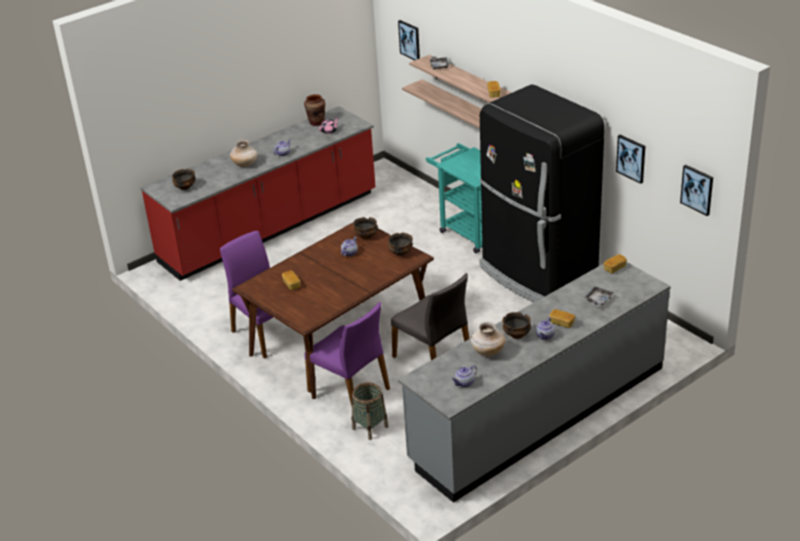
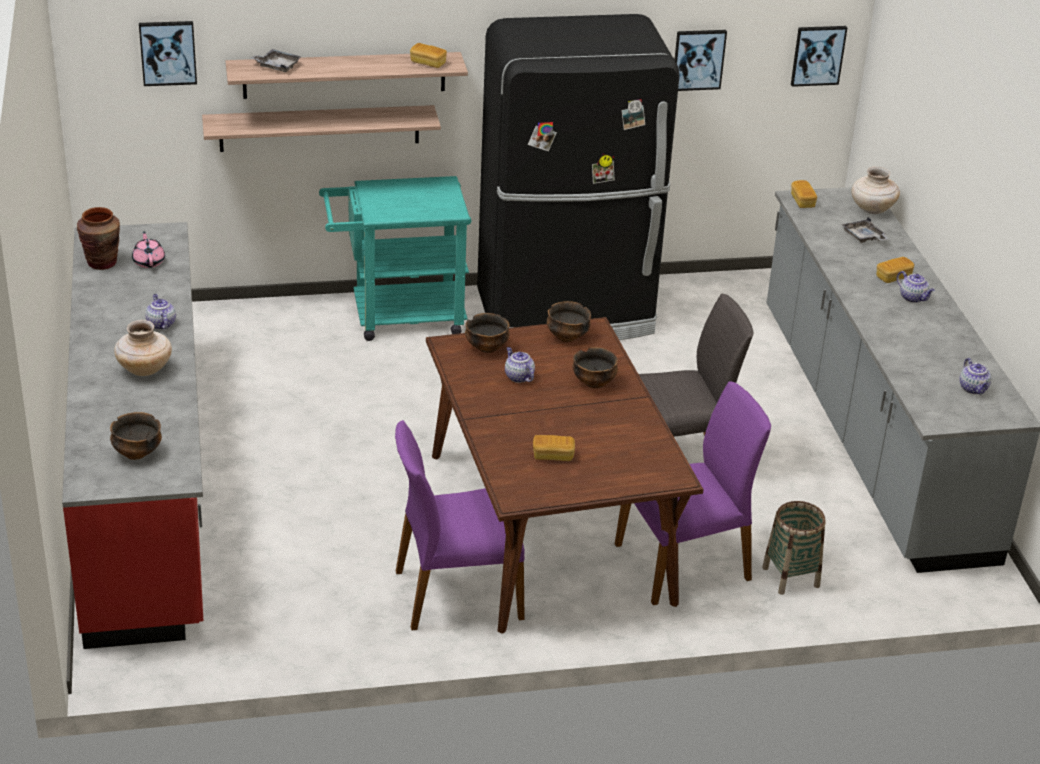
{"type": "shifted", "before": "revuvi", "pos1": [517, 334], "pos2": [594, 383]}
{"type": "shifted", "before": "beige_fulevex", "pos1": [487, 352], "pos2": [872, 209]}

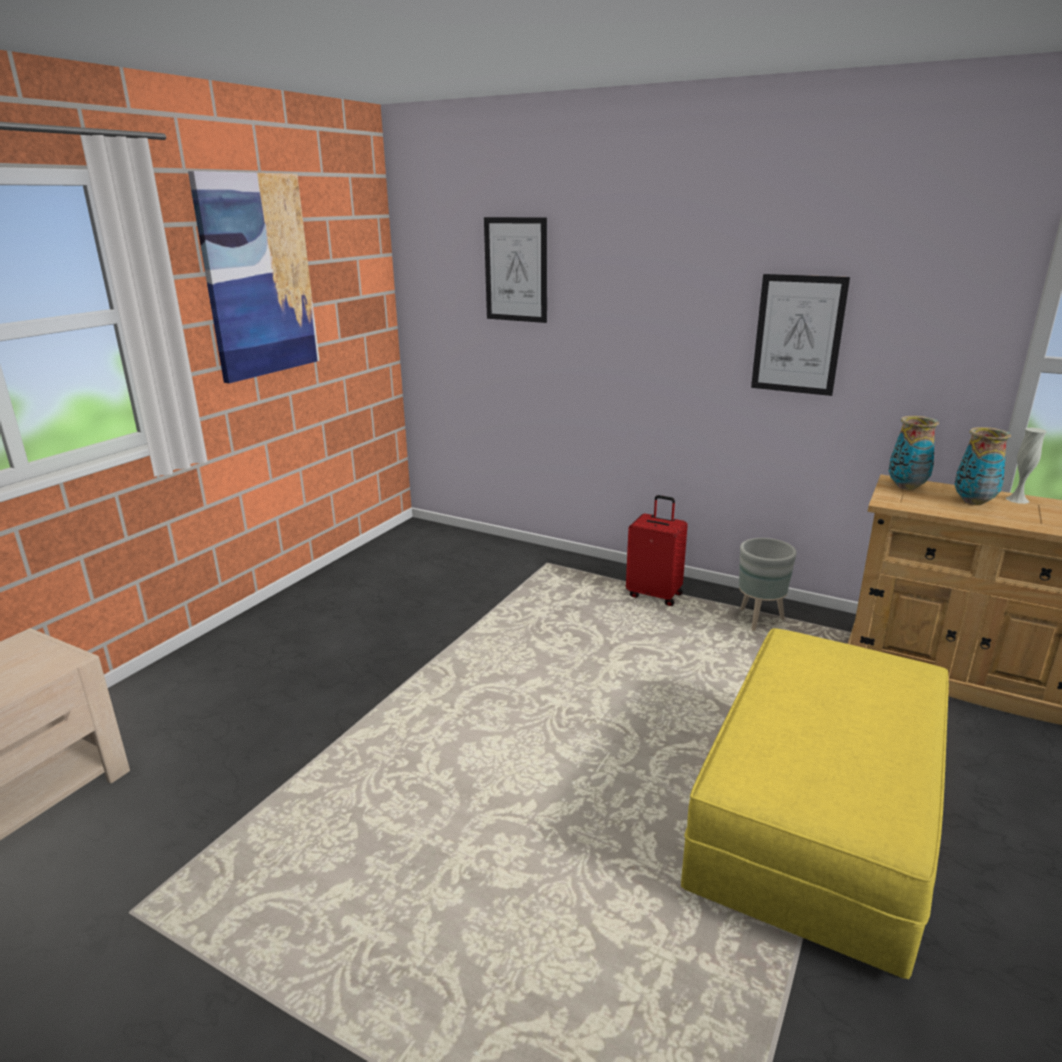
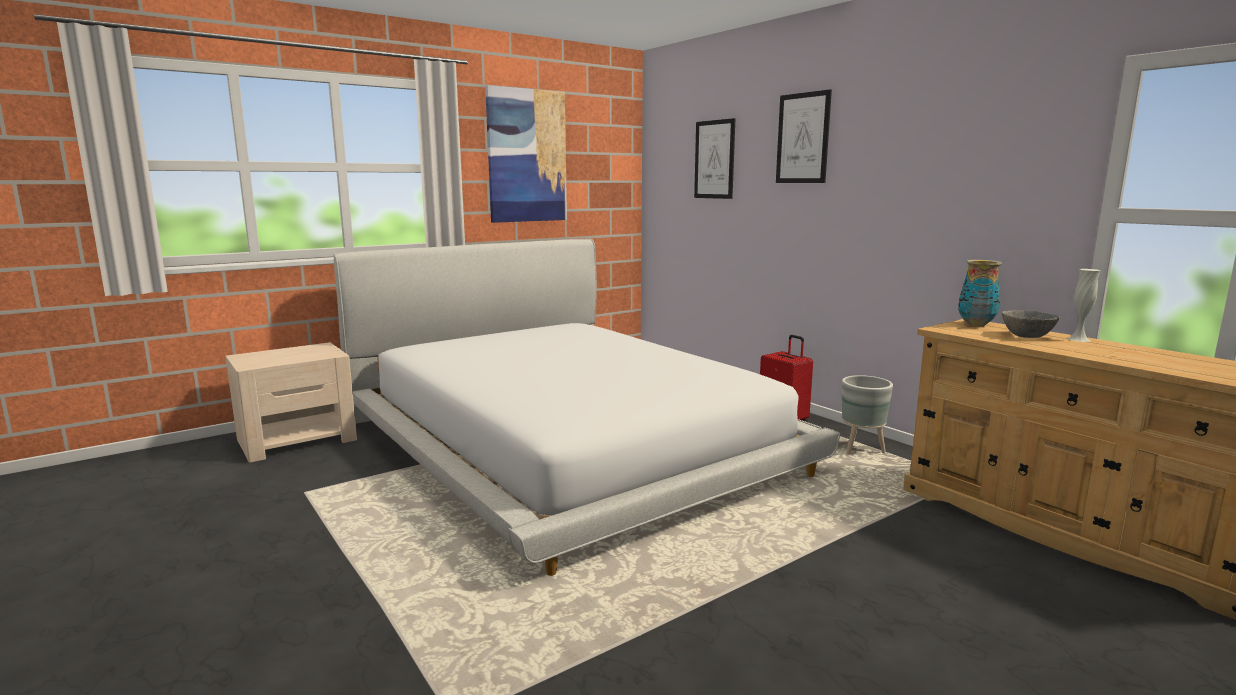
{"type": "shifted", "before": "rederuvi", "pos1": [798, 335], "pos2": [803, 138]}
{"type": "swapped", "before": "fulevex", "after": "grey_revuvi", "pos1": [973, 502], "pos2": [1027, 336]}
{"type": "gone", "before": "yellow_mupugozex", "pos1": [816, 821]}
{"type": "new", "after": "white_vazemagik", "pos2": [565, 443]}

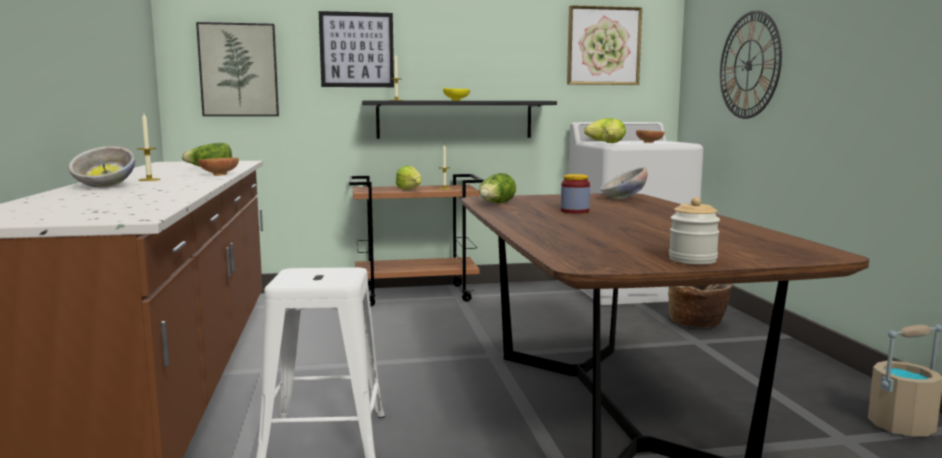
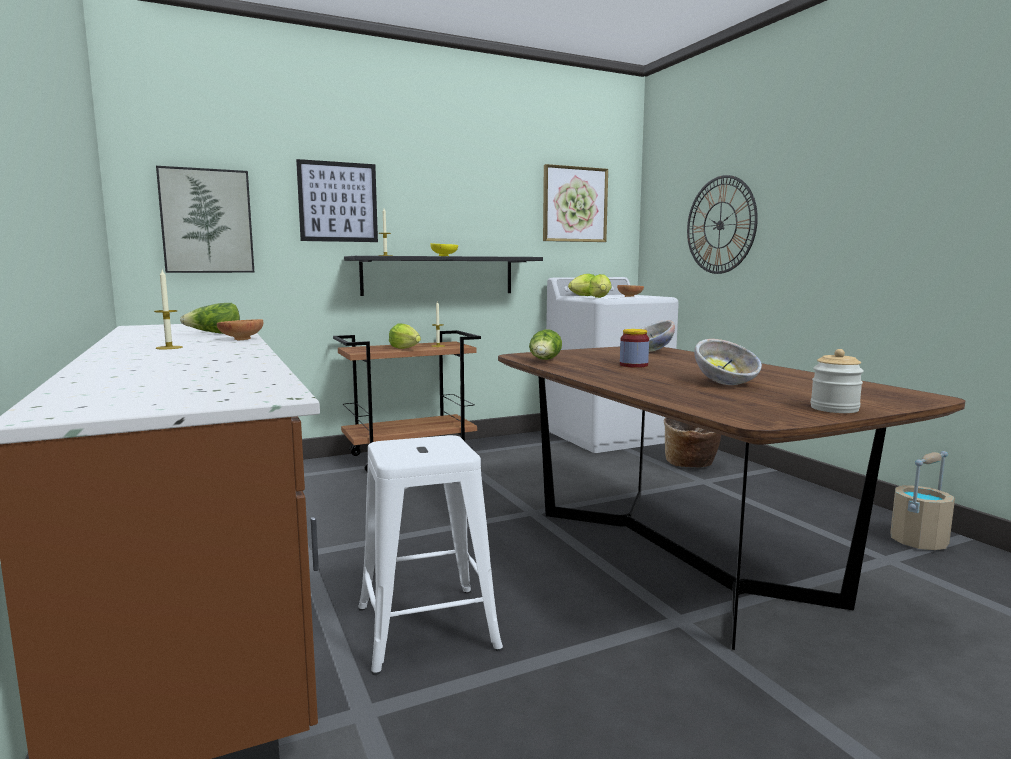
{"type": "shifted", "before": "revuvi", "pos1": [105, 187], "pos2": [726, 383]}

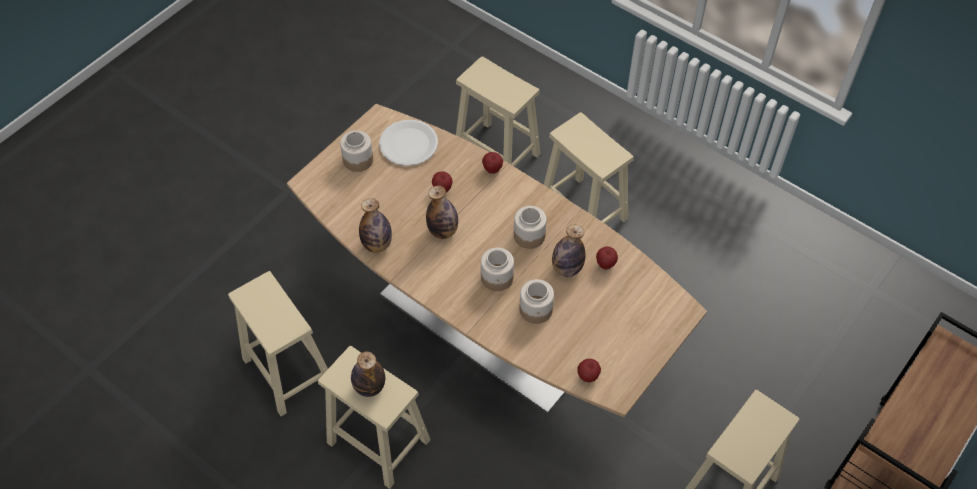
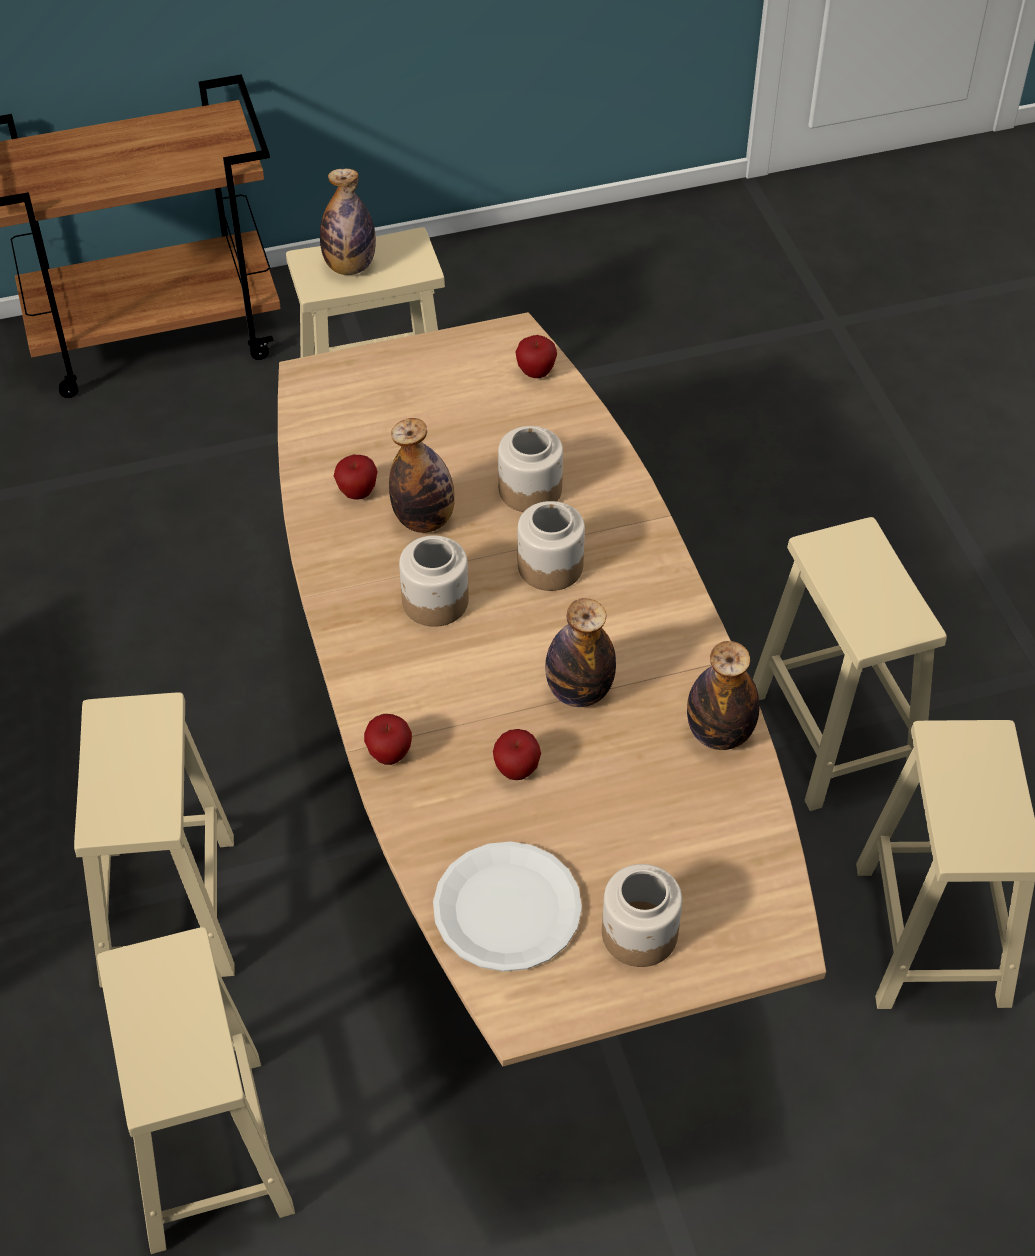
{"type": "shifted", "before": "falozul", "pos1": [369, 387], "pos2": [350, 266]}

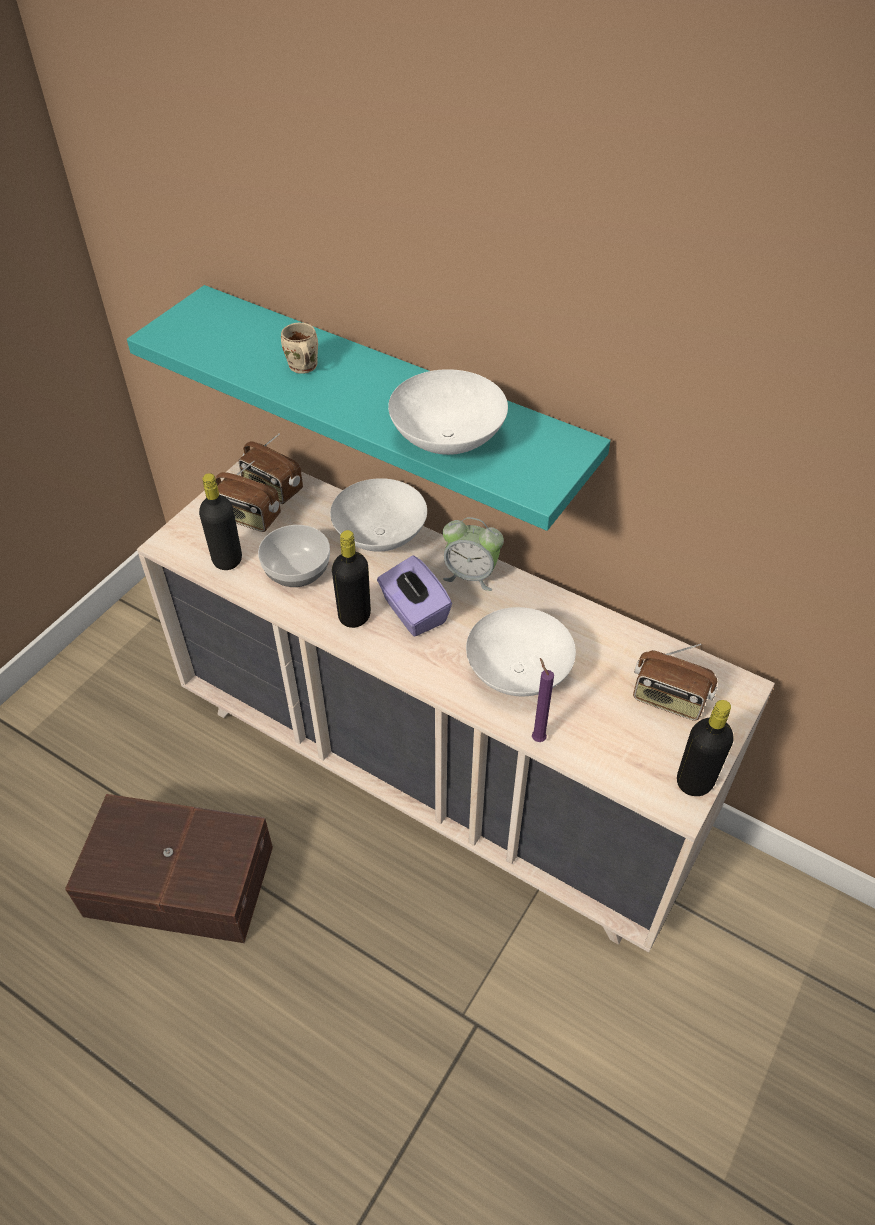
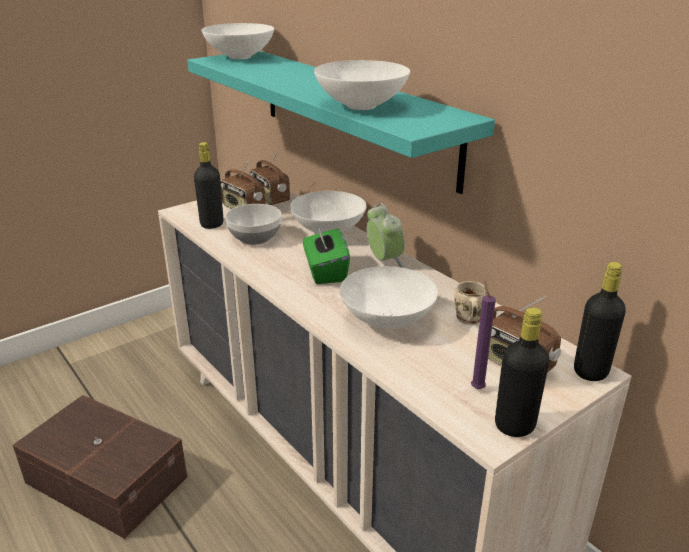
{"type": "shifted", "before": "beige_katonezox", "pos1": [302, 368], "pos2": [467, 320]}
{"type": "rotated", "before": "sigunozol", "pos1": [471, 575], "pos2": [384, 261], "turn": -150}
{"type": "shifted", "before": "black_falozul", "pos1": [354, 616], "pos2": [590, 371]}
{"type": "repainted", "before": "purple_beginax", "after": "green_beginax", "pos1": [413, 612], "pos2": [325, 272]}
{"type": "shifted", "before": "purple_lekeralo", "pos1": [537, 737], "pos2": [476, 387]}
{"type": "new", "after": "white_revuvi", "pos2": [239, 57]}

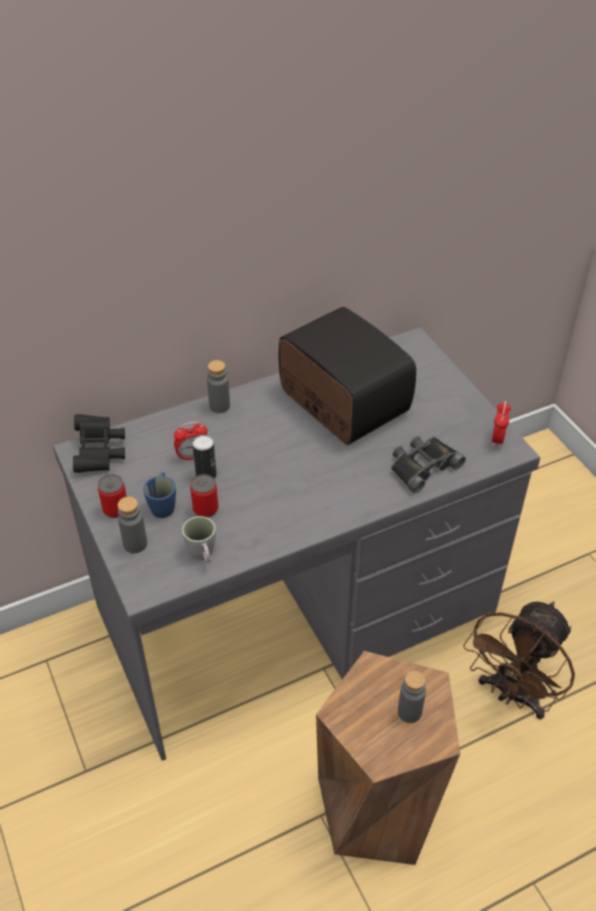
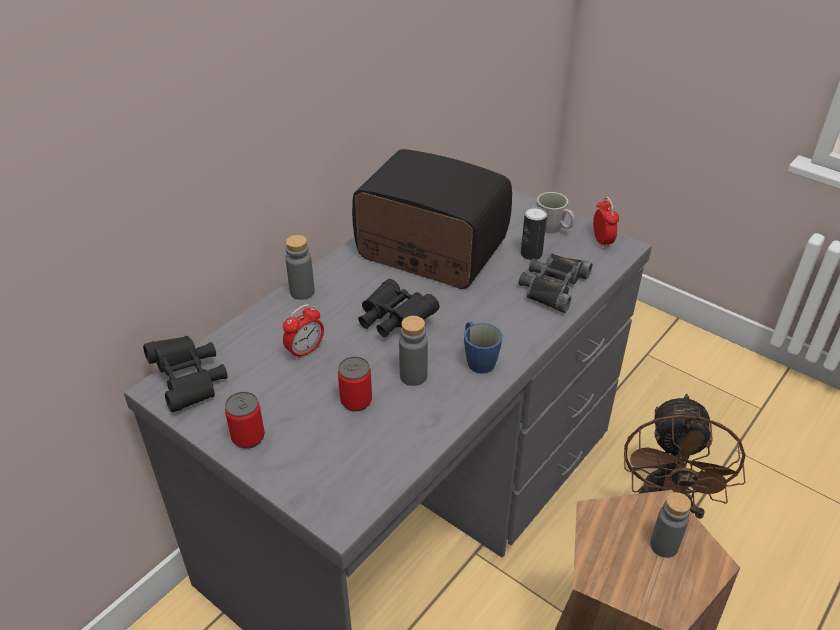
{"type": "shifted", "before": "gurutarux", "pos1": [206, 475], "pos2": [531, 254]}
{"type": "shifted", "before": "blue_katonezox", "pos1": [163, 504], "pos2": [477, 359]}
{"type": "shifted", "before": "grey_falozul", "pos1": [135, 544], "pos2": [413, 376]}
{"type": "shifted", "before": "grey_katonezox", "pos1": [203, 555], "pos2": [554, 229]}
{"type": "new", "after": "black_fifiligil", "pos2": [394, 320]}

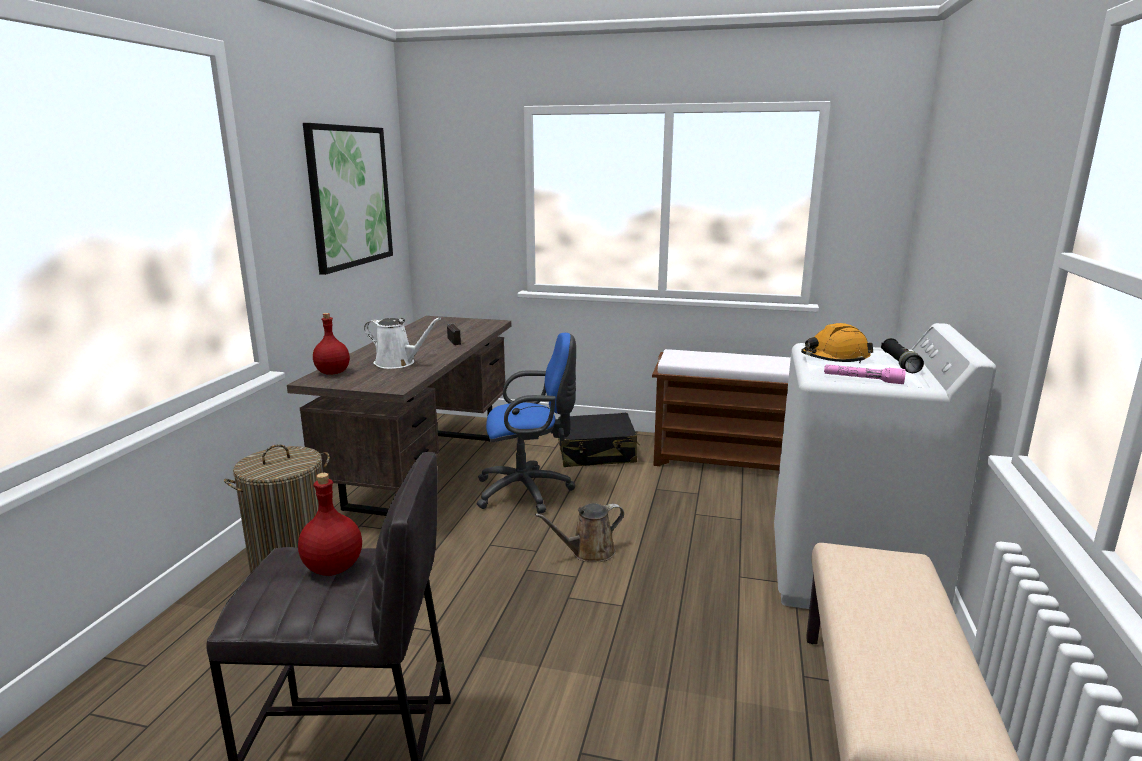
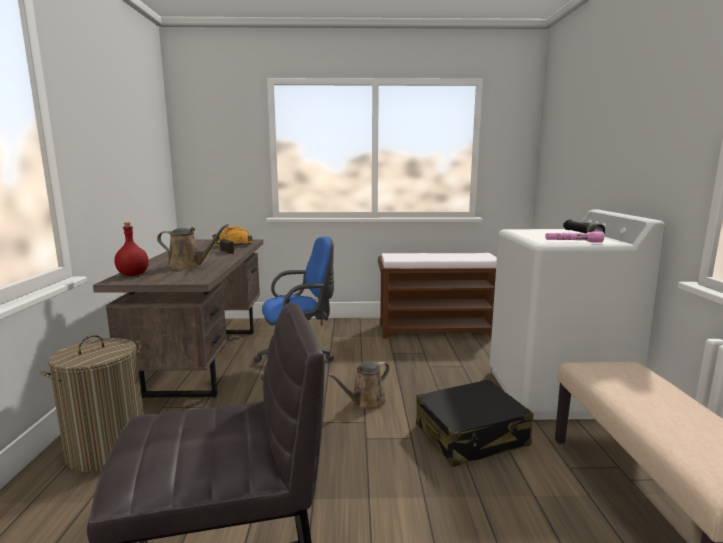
{"type": "gone", "before": "rederuvi", "pos1": [350, 196]}
{"type": "repainted", "before": "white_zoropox", "after": "brown_zoropox", "pos1": [398, 363], "pos2": [189, 266]}
{"type": "shifted", "before": "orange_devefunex", "pos1": [835, 359], "pos2": [233, 245]}
{"type": "shifted", "before": "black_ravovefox", "pos1": [596, 453], "pos2": [471, 436]}
{"type": "gone", "before": "red_falozul", "pos1": [333, 568]}

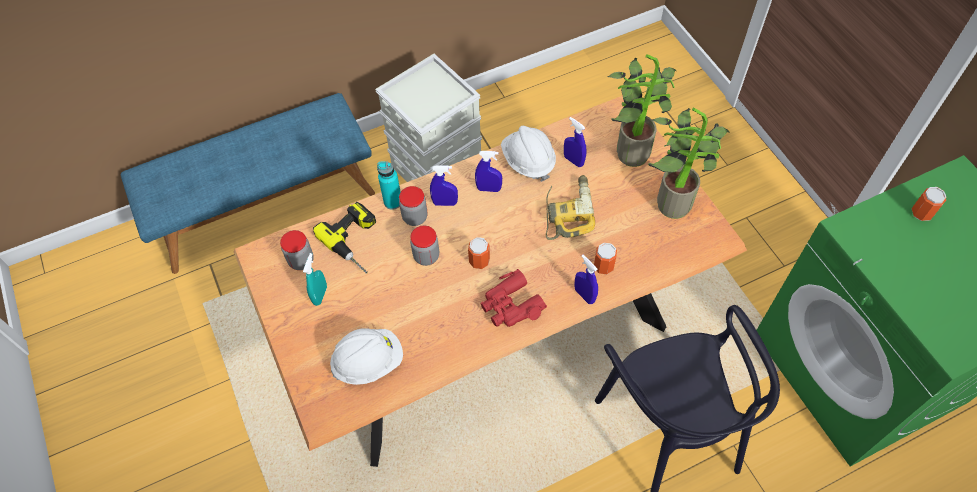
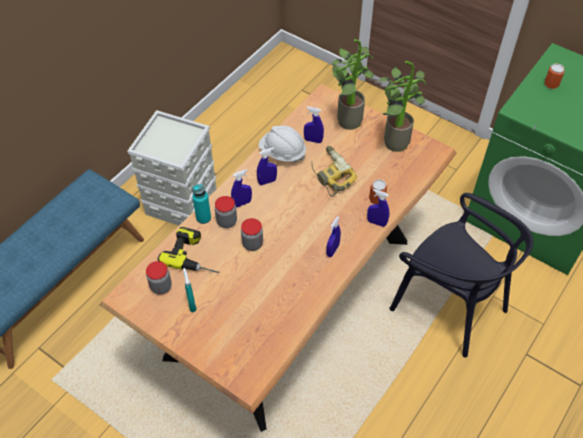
{"type": "gone", "before": "gurutarux", "pos1": [479, 261]}
{"type": "swapped", "before": "red_fifiligil", "after": "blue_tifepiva", "pos1": [511, 305], "pos2": [332, 250]}
{"type": "gone", "before": "white_devefunex", "pos1": [368, 362]}

